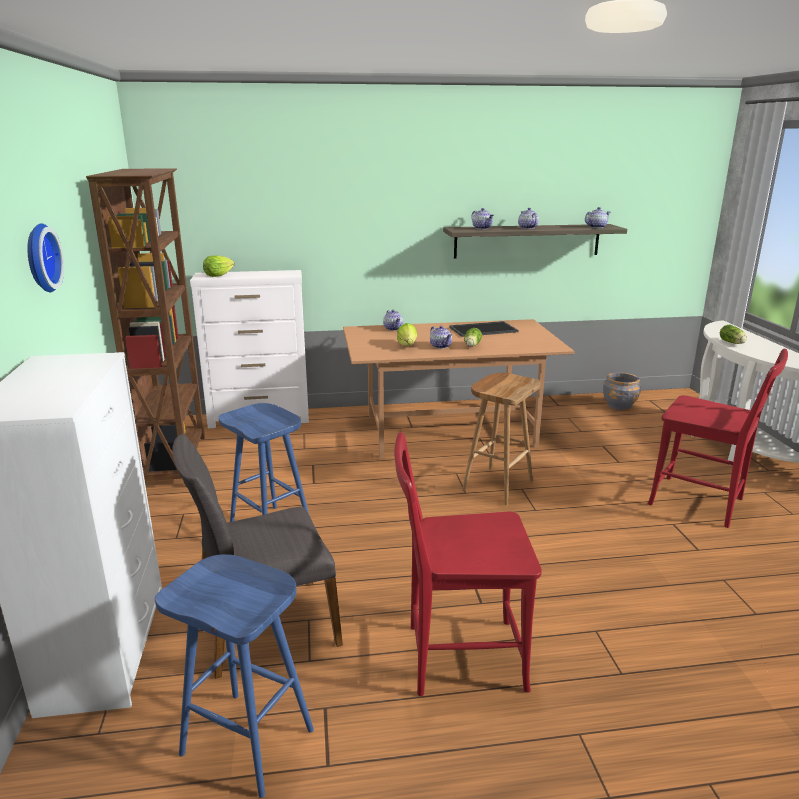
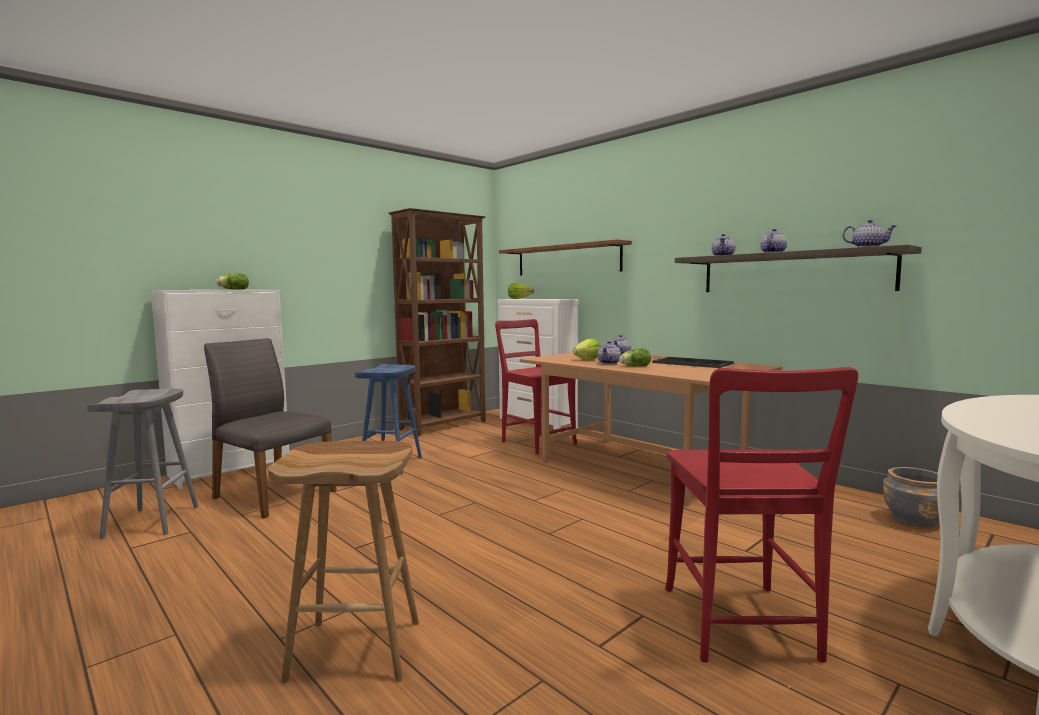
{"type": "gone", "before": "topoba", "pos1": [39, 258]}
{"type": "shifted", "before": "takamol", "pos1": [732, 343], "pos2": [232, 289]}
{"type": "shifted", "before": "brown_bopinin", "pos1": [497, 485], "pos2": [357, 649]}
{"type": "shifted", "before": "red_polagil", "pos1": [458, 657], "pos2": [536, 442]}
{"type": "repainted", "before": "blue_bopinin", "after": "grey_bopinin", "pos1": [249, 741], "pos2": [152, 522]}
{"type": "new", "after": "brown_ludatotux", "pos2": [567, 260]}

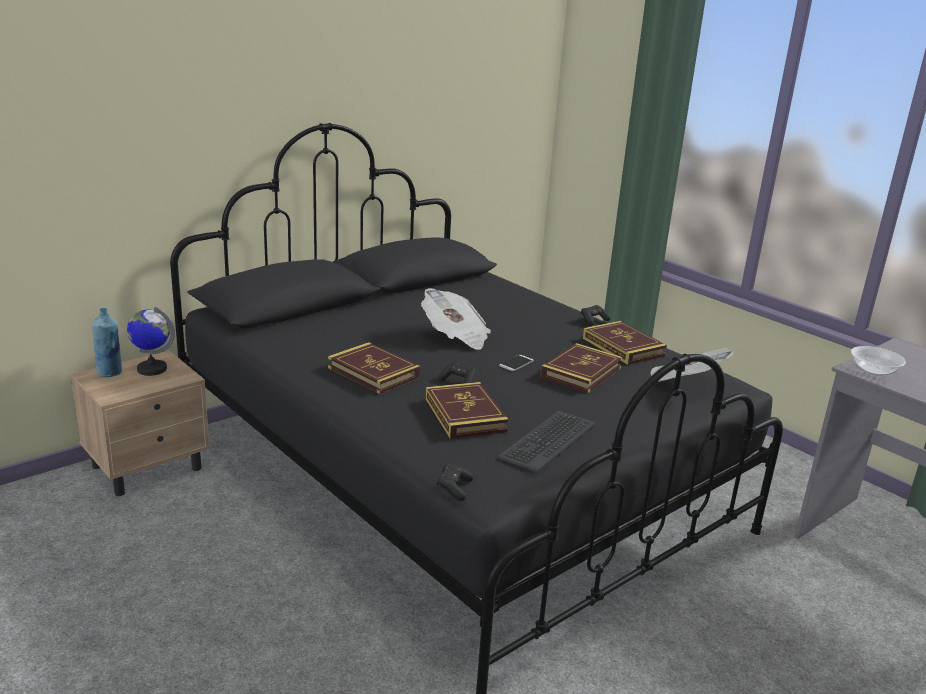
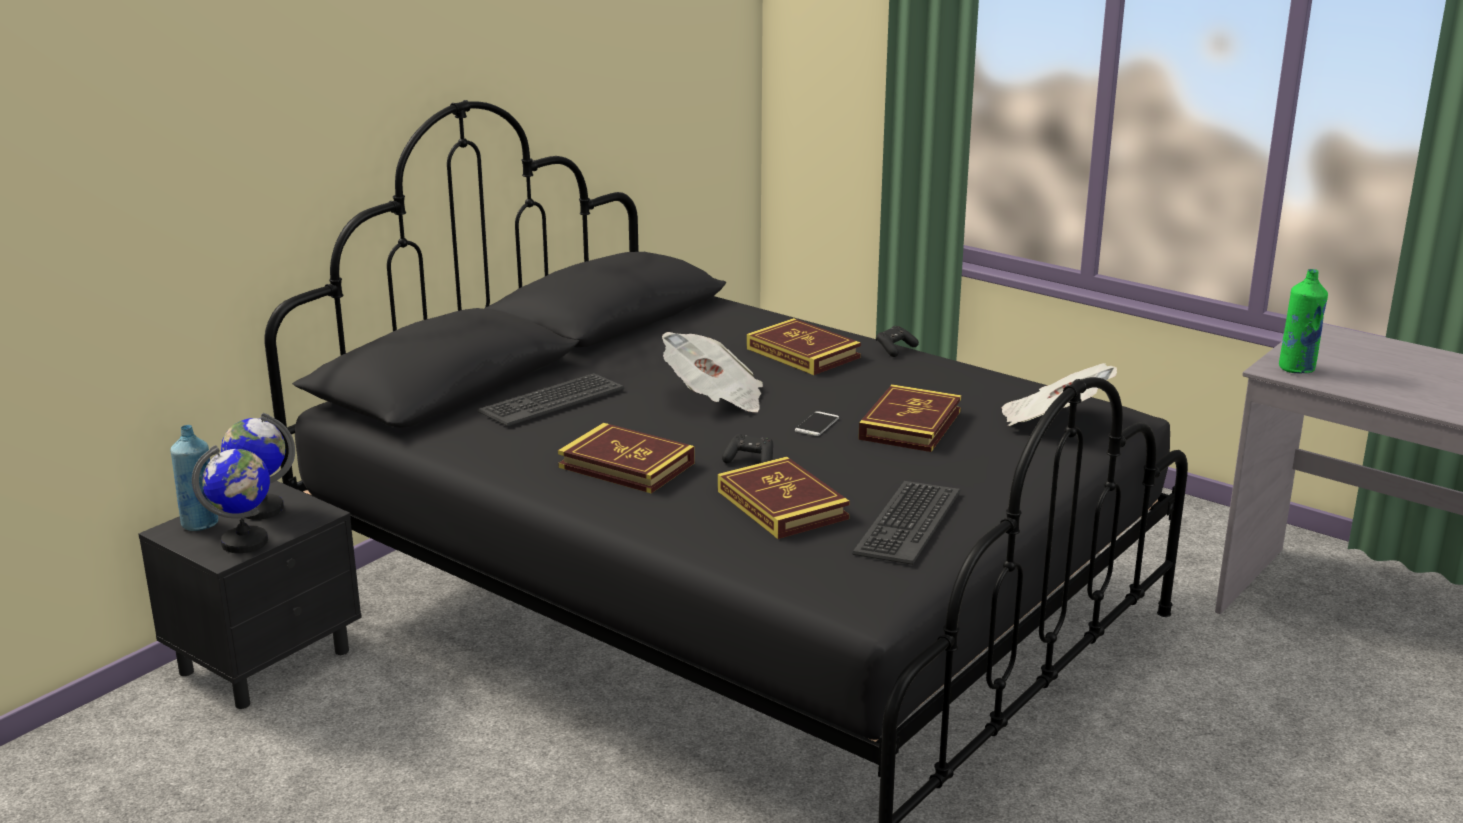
{"type": "shifted", "before": "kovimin", "pos1": [623, 347], "pos2": [803, 353]}
{"type": "swapped", "before": "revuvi", "after": "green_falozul", "pos1": [874, 370], "pos2": [1297, 369]}
{"type": "repainted", "before": "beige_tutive", "after": "black_tutive", "pos1": [148, 467], "pos2": [267, 661]}
{"type": "gone", "before": "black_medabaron", "pos1": [454, 488]}
{"type": "new", "after": "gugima", "pos2": [551, 400]}
{"type": "new", "after": "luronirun", "pos2": [245, 542]}

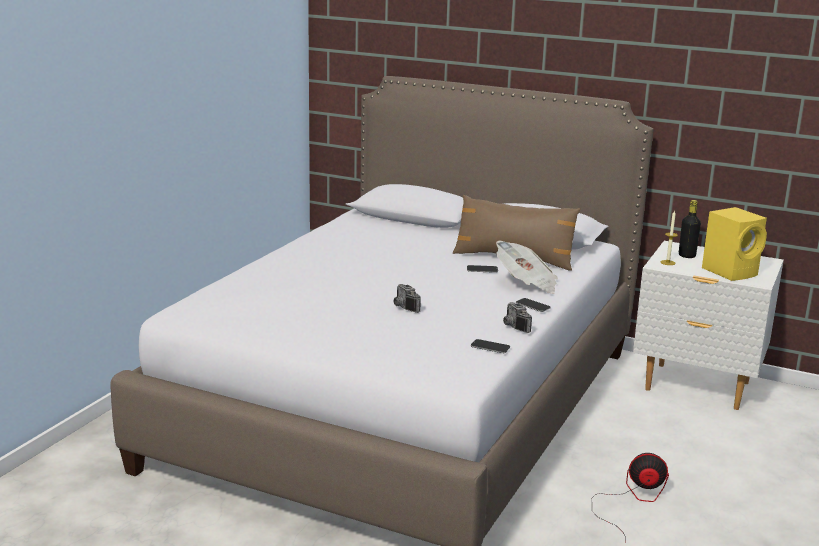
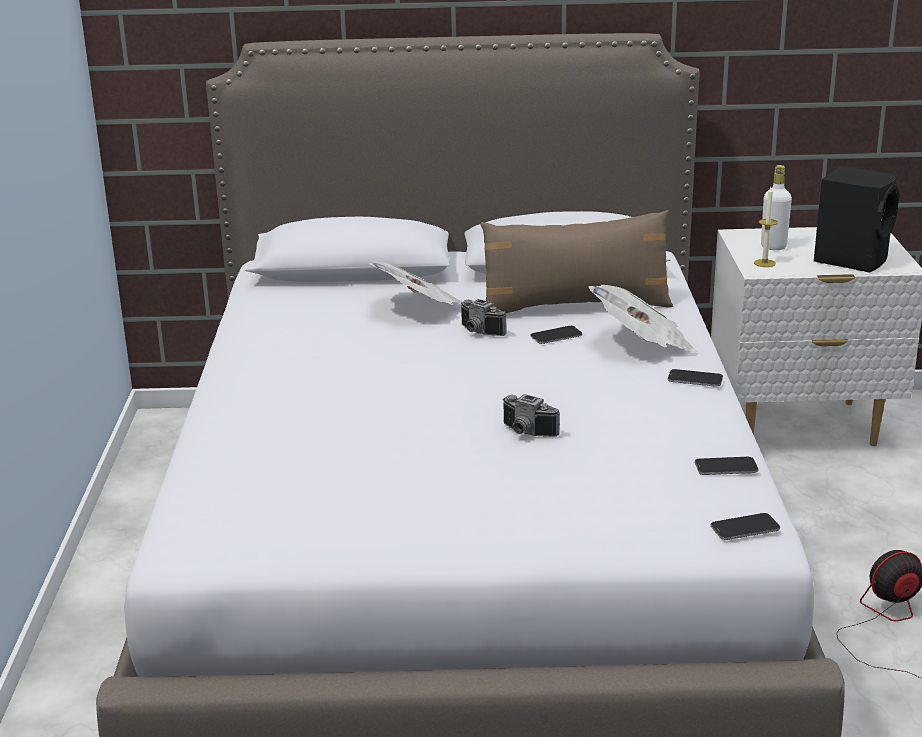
{"type": "repainted", "before": "black_falozul", "after": "white_falozul", "pos1": [687, 256], "pos2": [773, 247]}
{"type": "repainted", "before": "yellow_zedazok", "after": "black_zedazok", "pos1": [731, 272], "pos2": [852, 259]}
{"type": "shifted", "before": "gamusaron", "pos1": [513, 327], "pos2": [478, 332]}
{"type": "new", "after": "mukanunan", "pos2": [420, 309]}
{"type": "new", "after": "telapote", "pos2": [745, 528]}

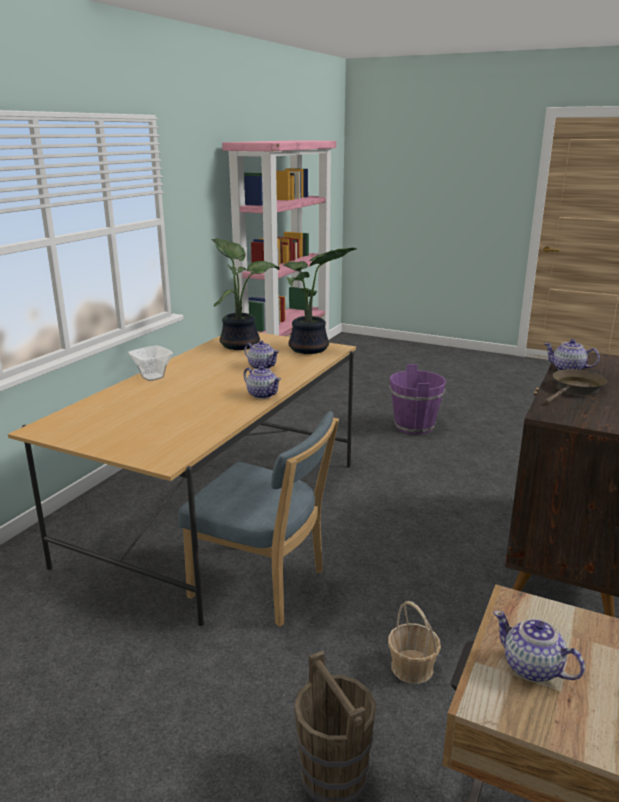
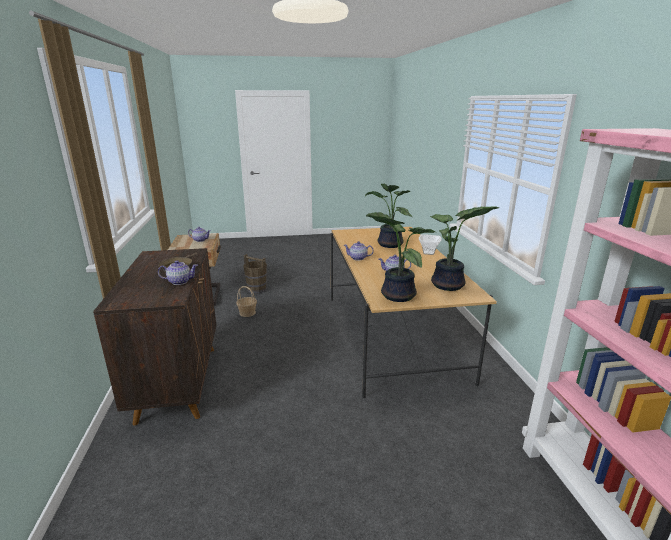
{"type": "gone", "before": "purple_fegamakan", "pos1": [414, 426]}
{"type": "gone", "before": "blue_polagil", "pos1": [263, 586]}
{"type": "new", "after": "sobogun", "pos2": [388, 245]}

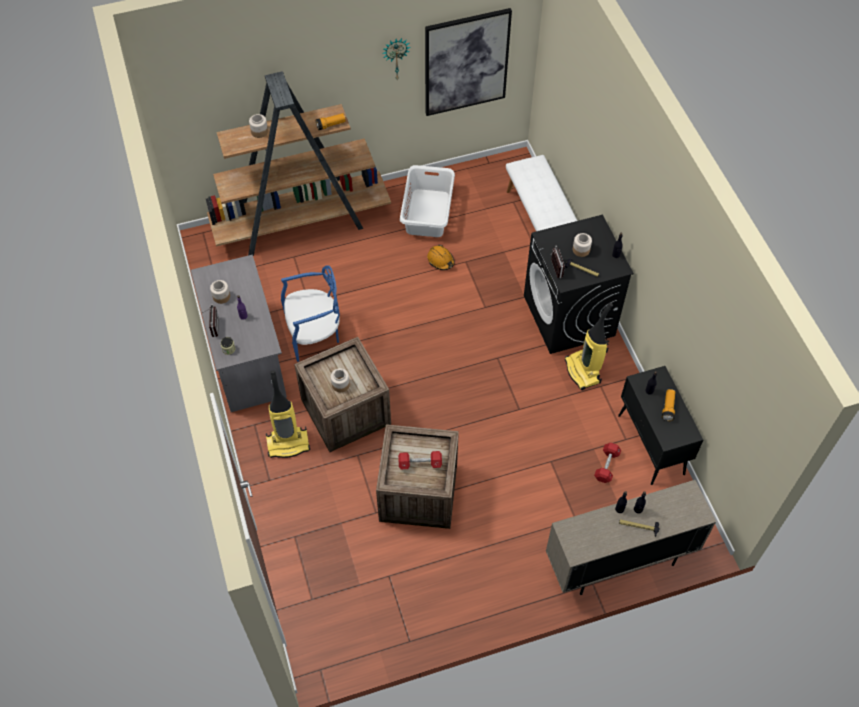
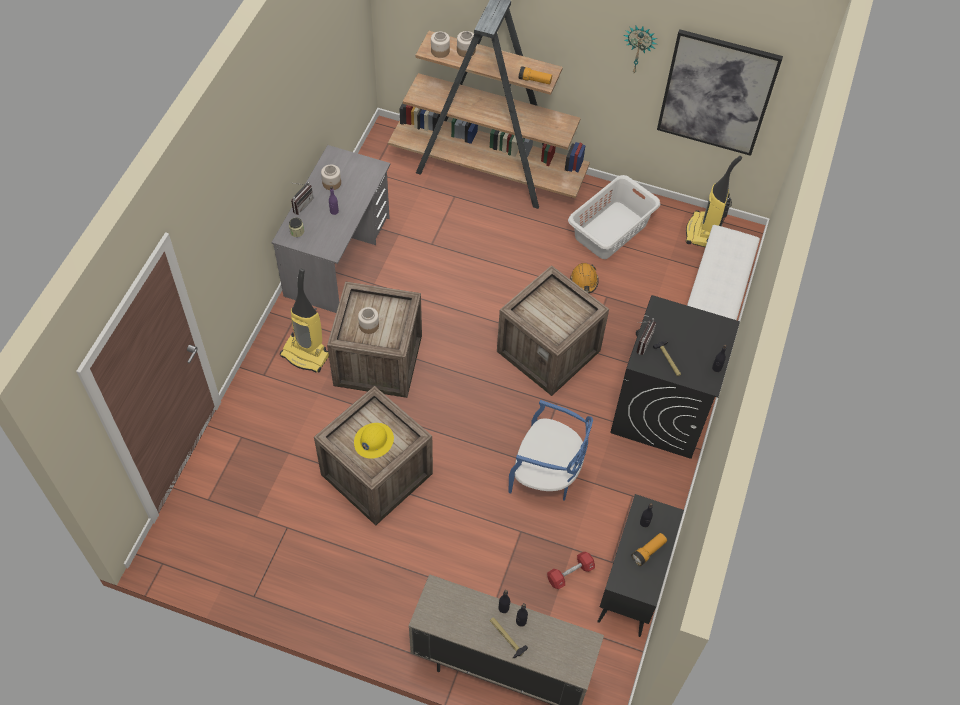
{"type": "shifted", "before": "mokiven", "pos1": [581, 250], "pos2": [440, 51]}
{"type": "shifted", "before": "blue_polagil", "pos1": [314, 334], "pos2": [546, 474]}
{"type": "shifted", "before": "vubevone", "pos1": [583, 371], "pos2": [702, 231]}
{"type": "swapped", "before": "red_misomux", "after": "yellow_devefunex", "pos1": [420, 463], "pos2": [373, 441]}
{"type": "new", "after": "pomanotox", "pos2": [550, 351]}

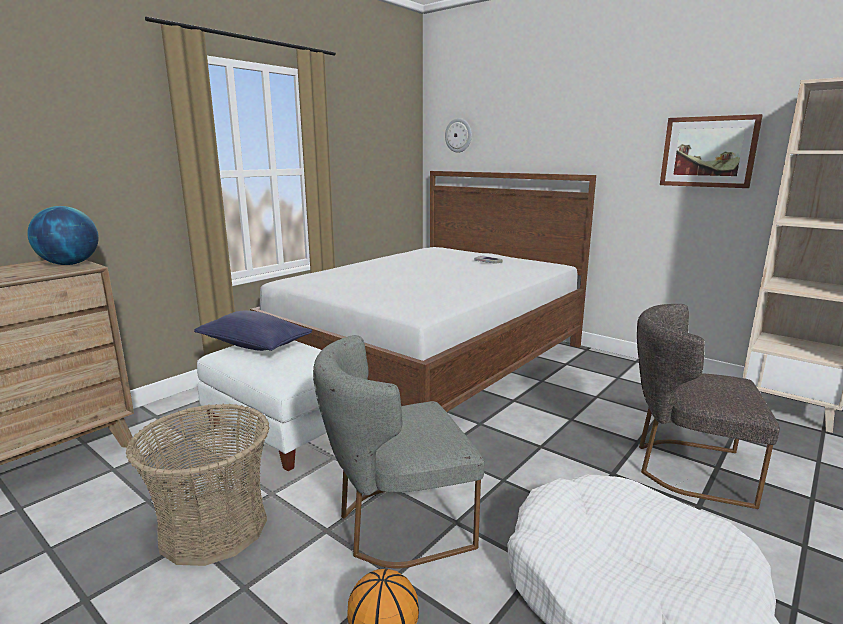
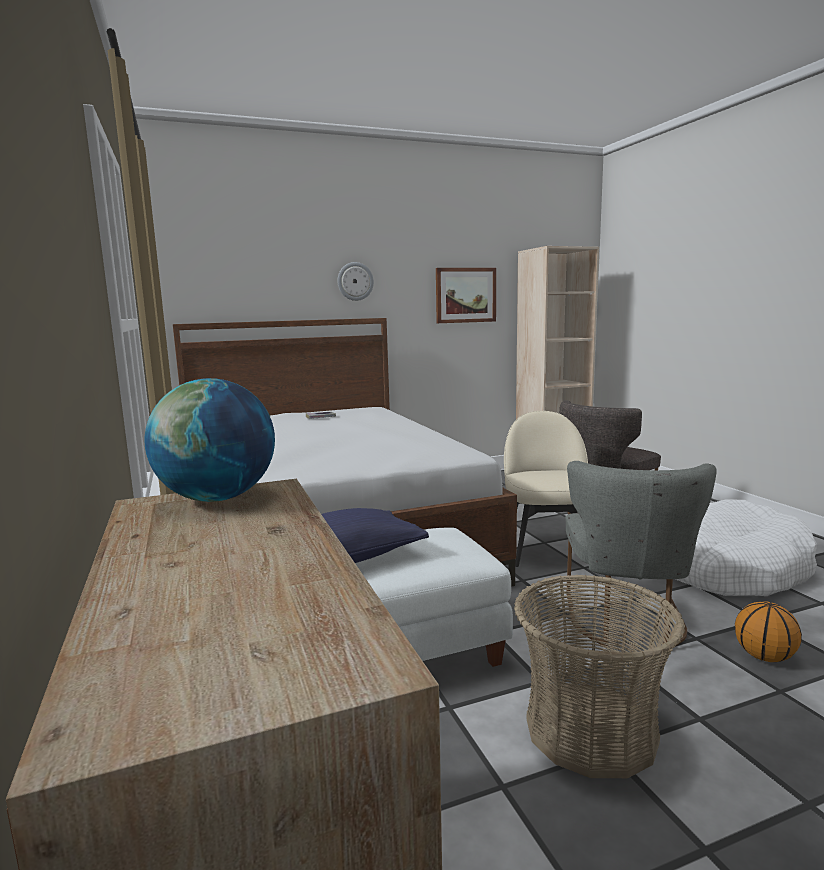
{"type": "shifted", "before": "topoba", "pos1": [458, 135], "pos2": [355, 281]}
{"type": "new", "after": "beige_polagil", "pos2": [547, 551]}

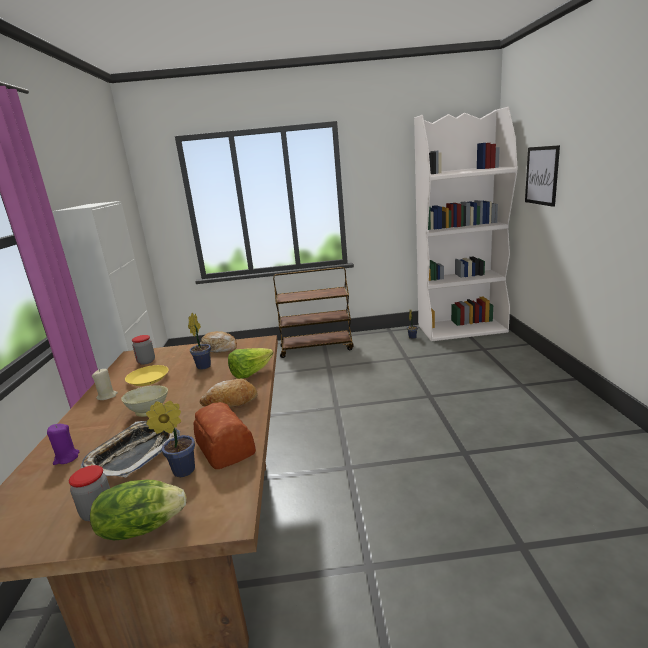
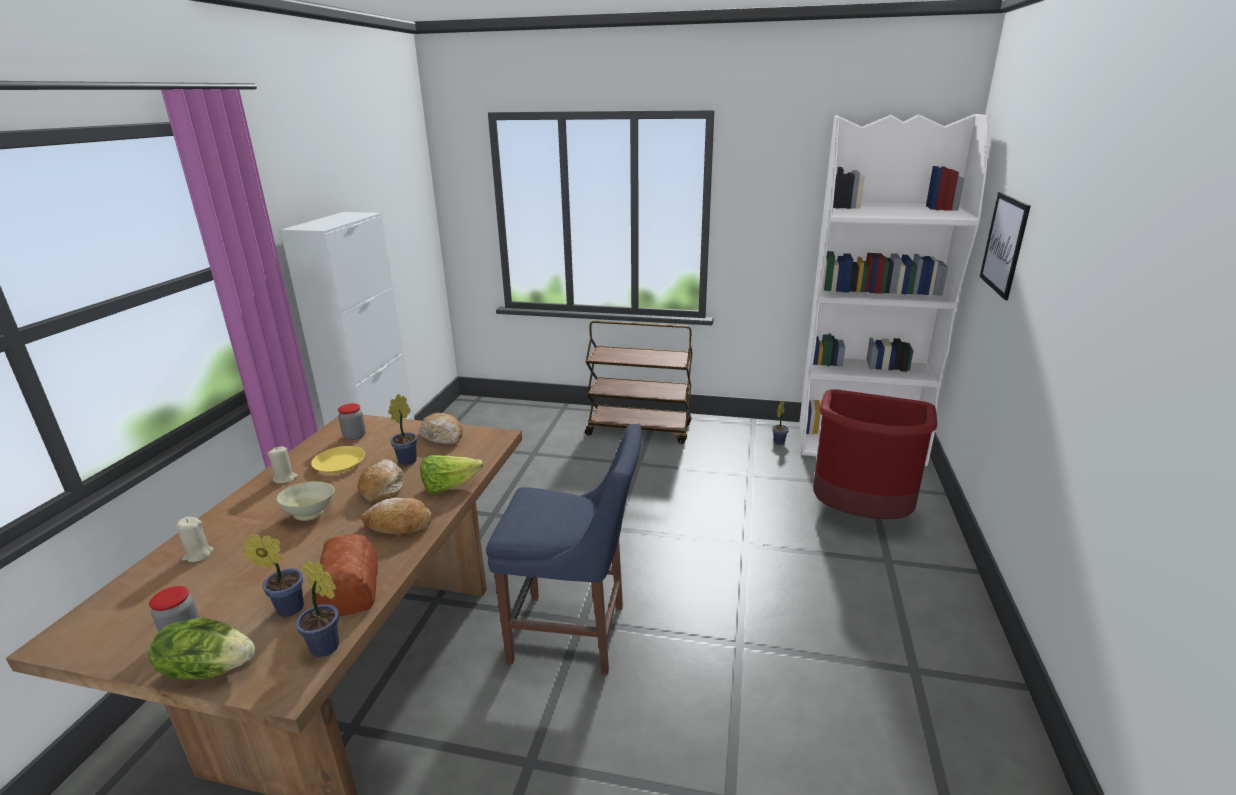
{"type": "gone", "before": "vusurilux", "pos1": [134, 454]}
{"type": "repainted", "before": "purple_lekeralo", "after": "beige_lekeralo", "pos1": [66, 458], "pos2": [198, 555]}
{"type": "new", "after": "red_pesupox", "pos2": [860, 514]}
{"type": "new", "after": "blue_polagil", "pos2": [574, 634]}
{"type": "new", "after": "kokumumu", "pos2": [383, 487]}
{"type": "new", "after": "sobogun", "pos2": [328, 649]}

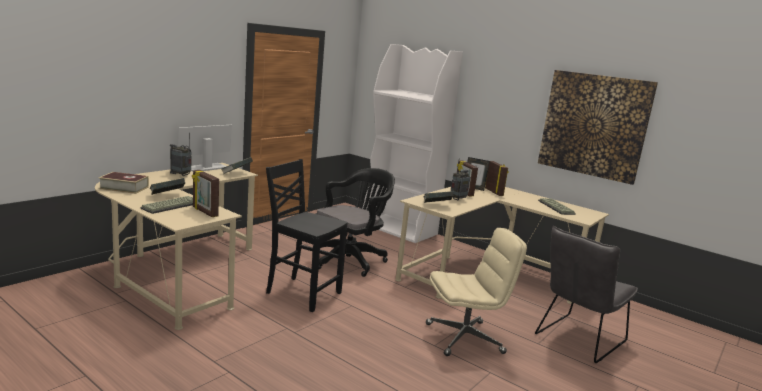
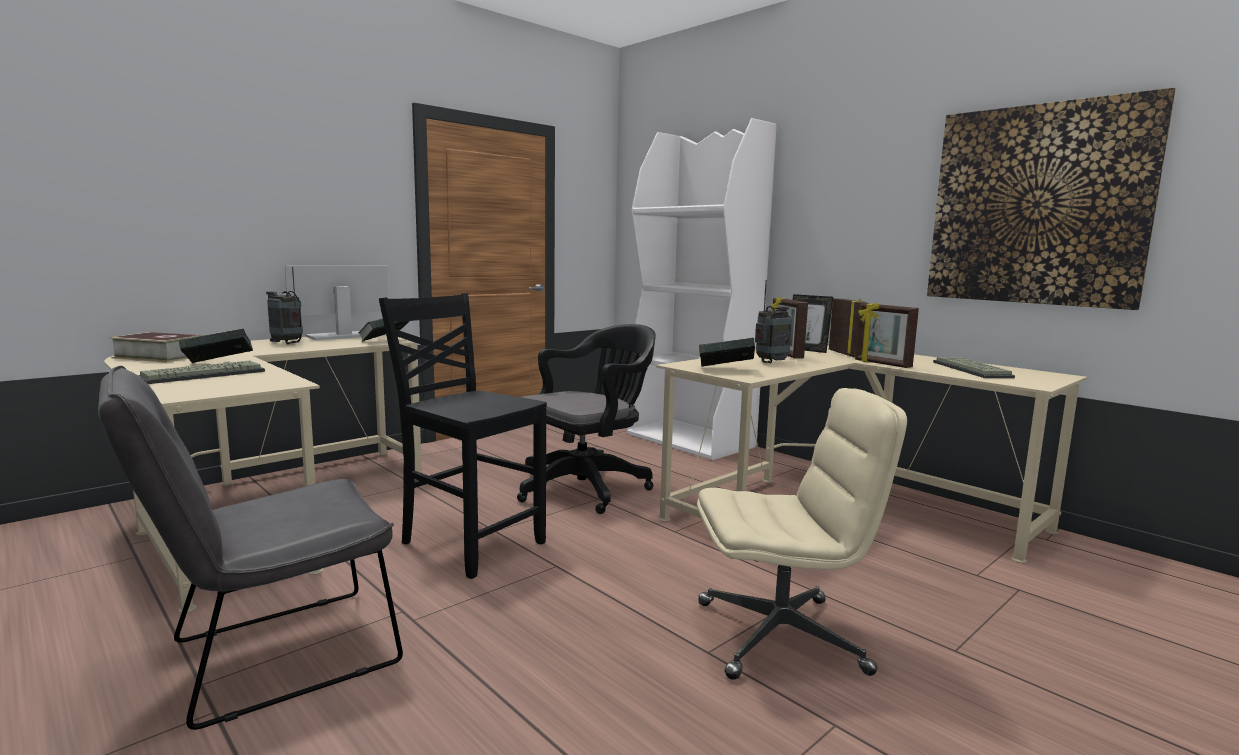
{"type": "shifted", "before": "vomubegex", "pos1": [204, 212], "pos2": [882, 364]}
{"type": "shifted", "before": "grey_polagil", "pos1": [577, 339], "pos2": [268, 658]}

